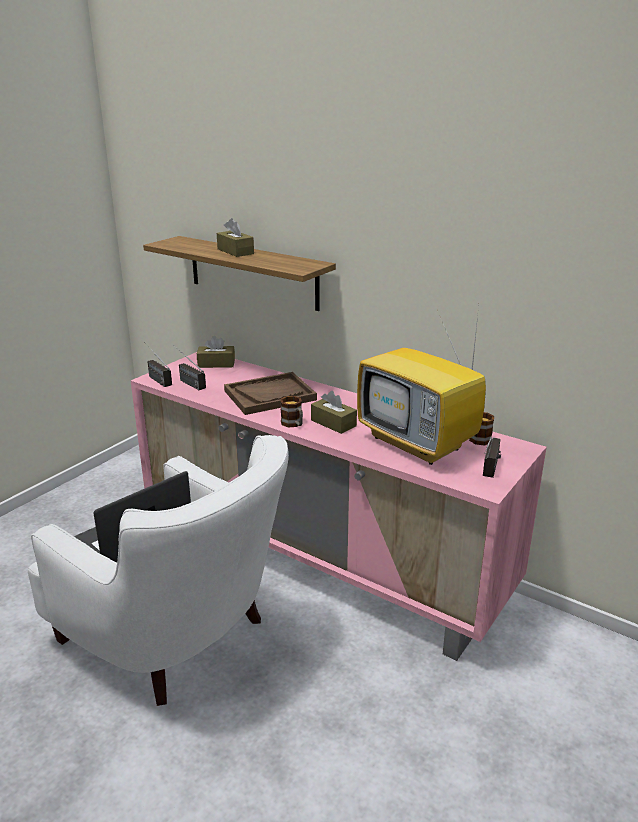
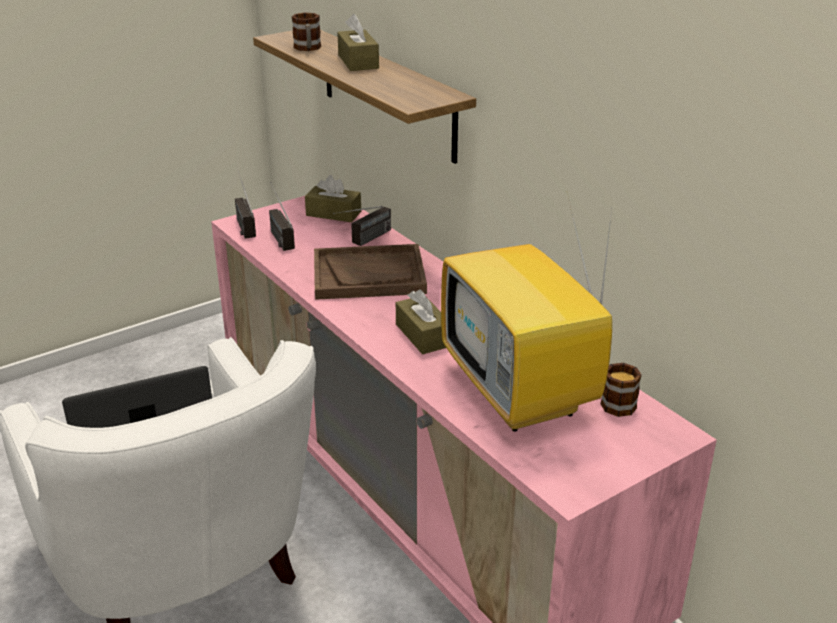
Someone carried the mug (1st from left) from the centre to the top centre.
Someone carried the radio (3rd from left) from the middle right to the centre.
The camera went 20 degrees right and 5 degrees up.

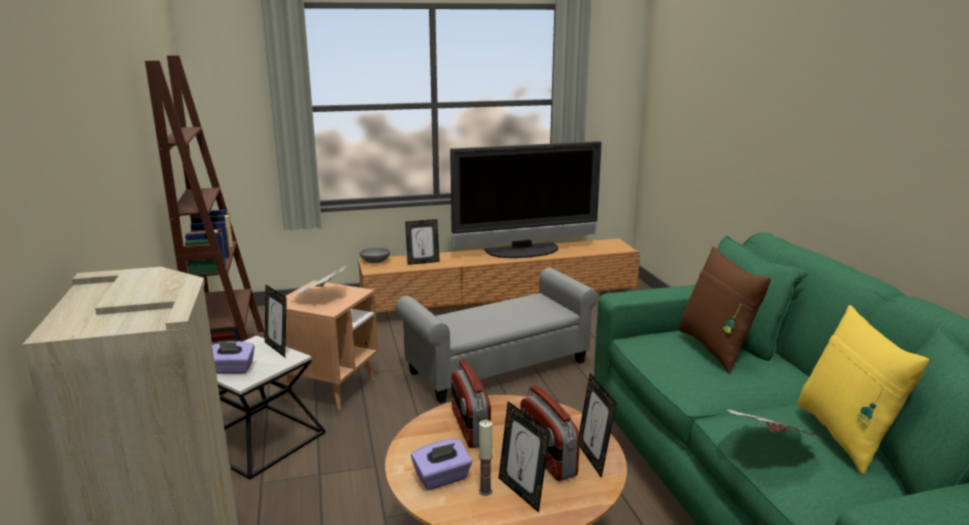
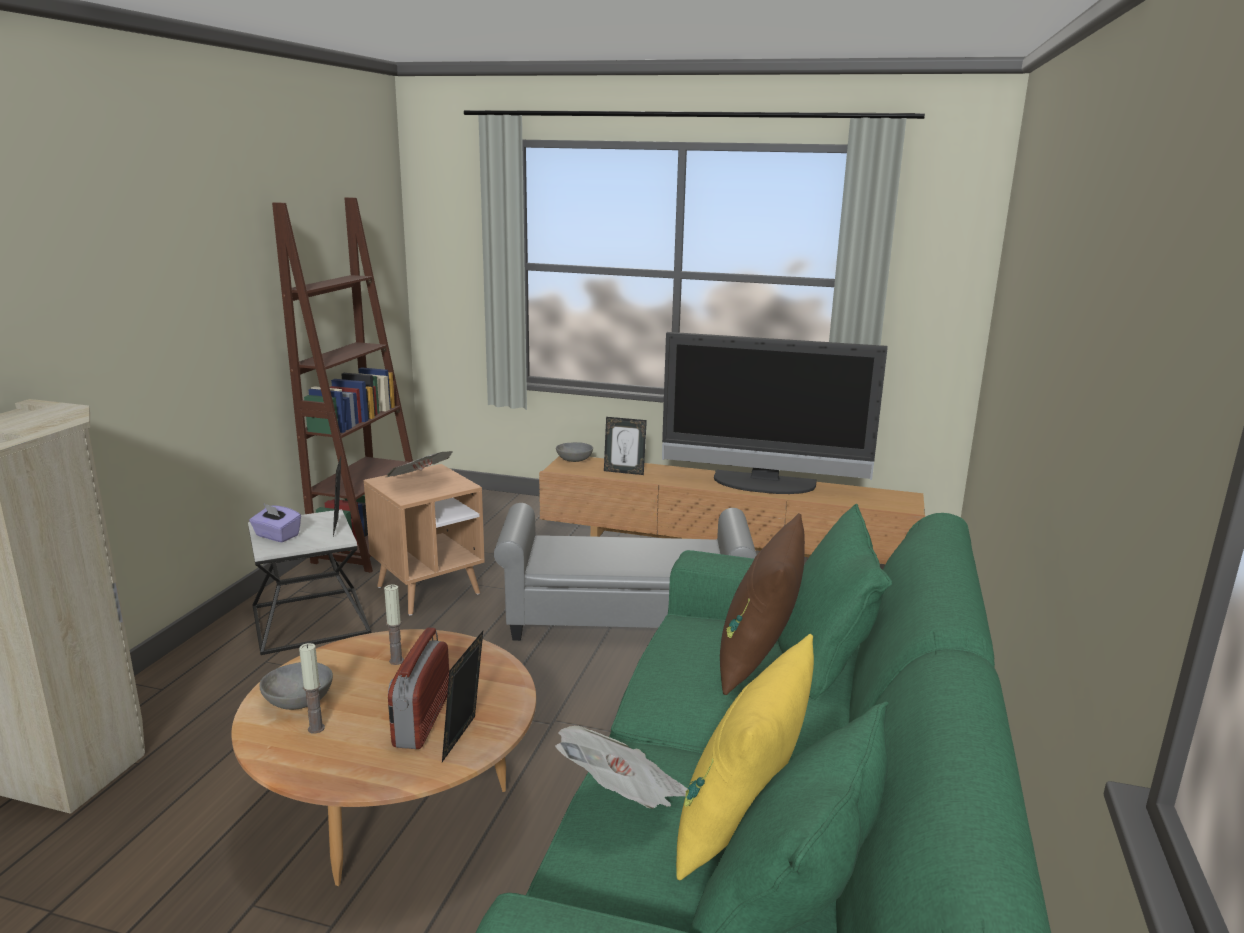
Someone swapped the tissue box in purple (2nd from left) at the bottom centre for the bowl in grey (1st from left) at the bottom left.
Someone swapped the radio (1st from left) at the bottom centre for the candle (2nd from left) at the bottom left.
Someone took away the picture frame (3rd from left) at the bottom centre.
The camera went 30 degrees right and 0 degrees up.

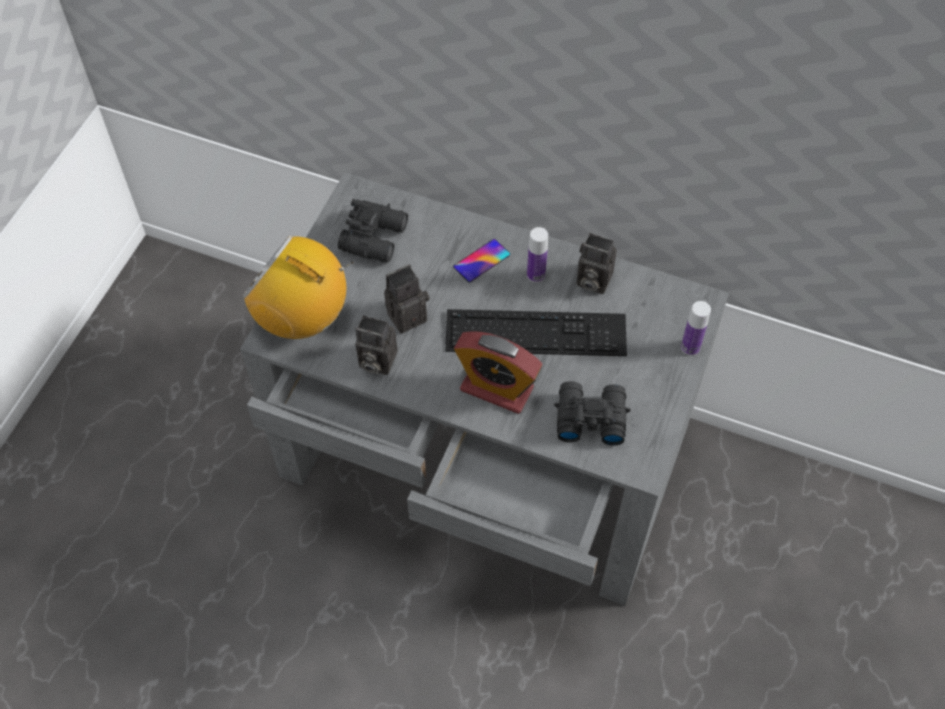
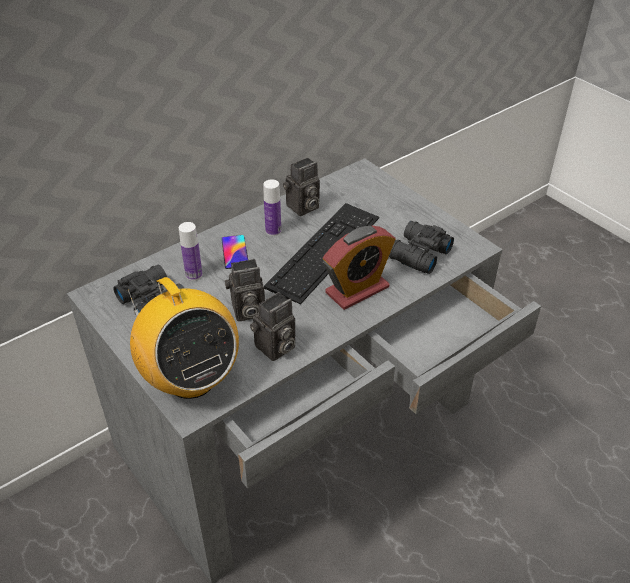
Someone rotated the radio at the middle left by 90 degrees counterclockwise.
Someone rotated the photo camera (2nd from left in the first image) at the centre by 105 degrees counterclockwise.
Someone carried the bottle (2nd from left in the first image) from the middle right to the middle left.
The camera went 60 degrees left and 15 degrees down.

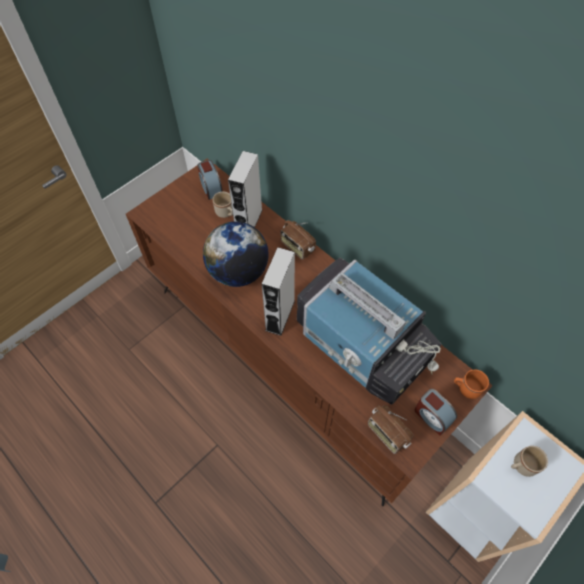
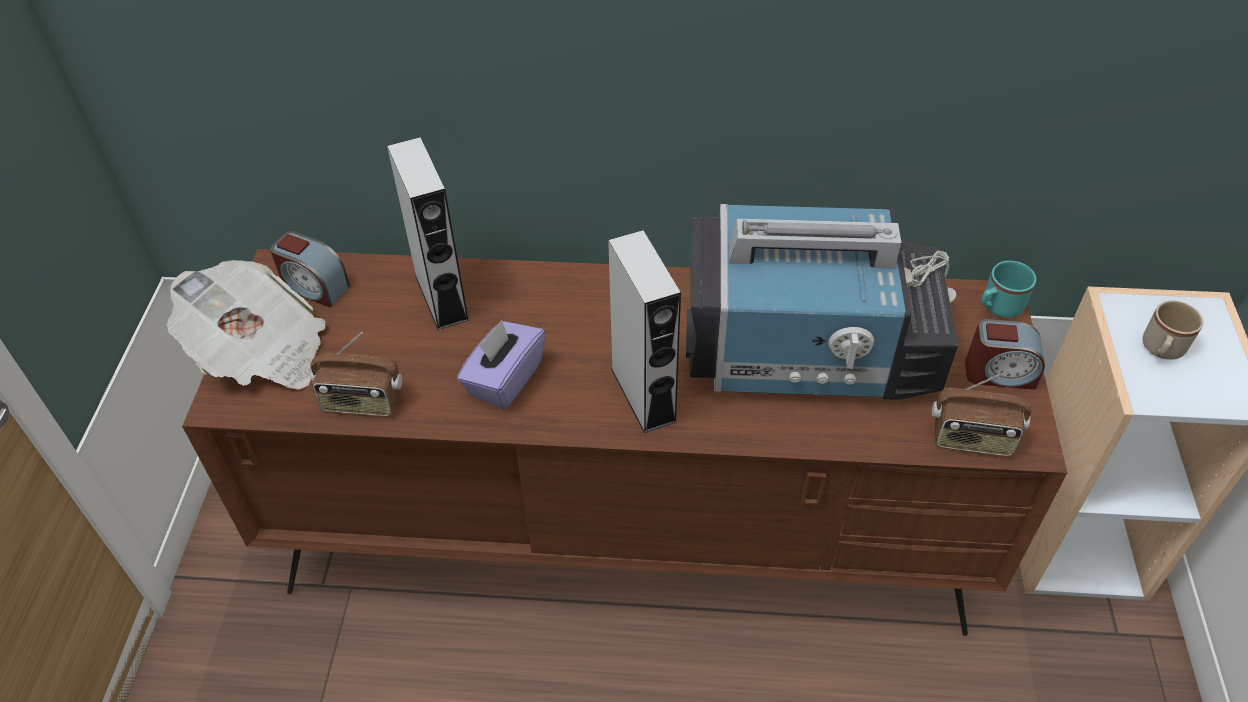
Someone swapped the globe at the centre for the tissue box in purple at the centre.
Someone took away the mug in beige (1st from left) at the centre.
Someone carried the radio (1st from left) from the centre to the middle left.
Someone repainted the mug in orange at the middle right, which became the mug in turquoise at the middle right.
Someone put down the newspaper at the middle left.
The camera went 40 degrees left and 10 degrees down.

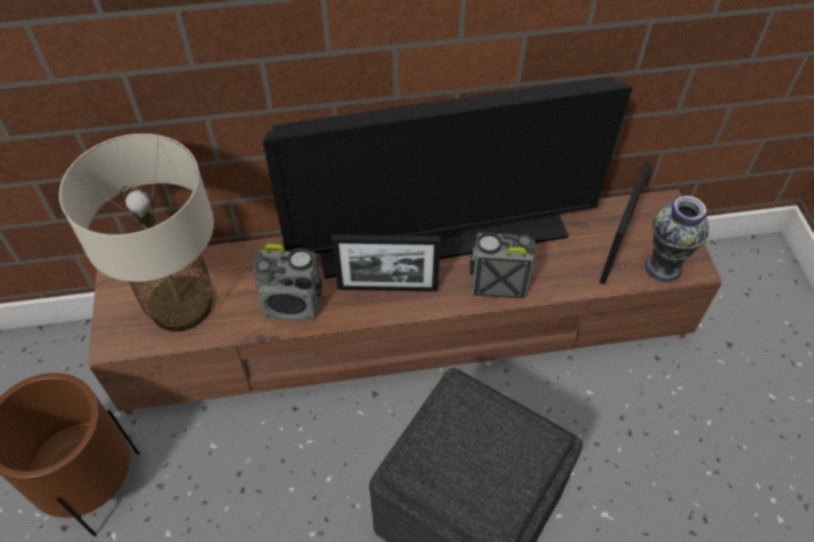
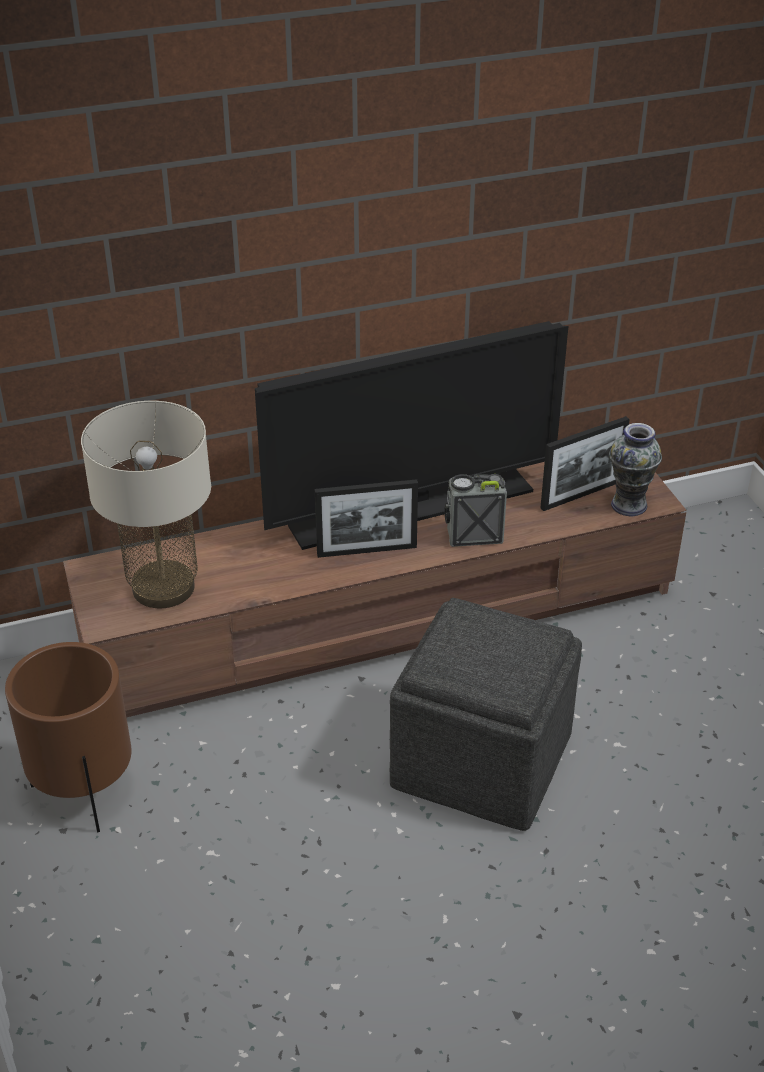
Someone took away the radio (1st from left) at the centre.
Someone rotated the picture frame (2nd from left) at the middle right by 45 degrees clockwise.
The camera went 10 degrees left and 15 degrees down.

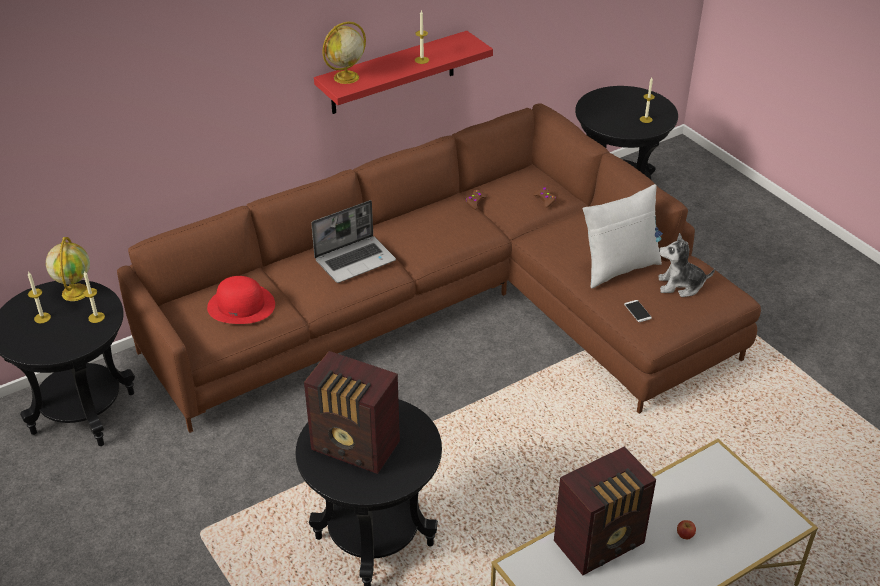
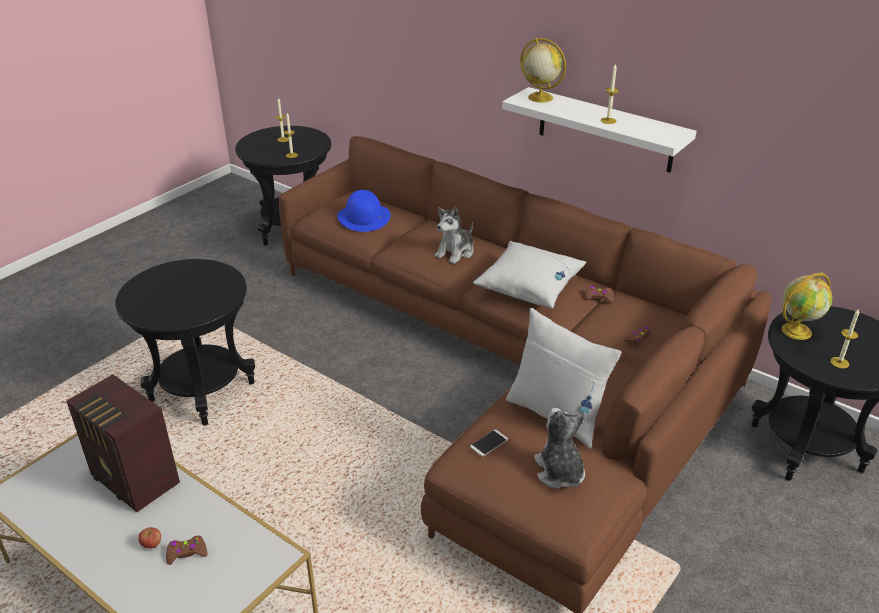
Someone carried the globe (1st from left in the first image) from the middle left to the middle right.
Someone repainted the hat in red at the middle left, which became the hat in blue at the centre.
Someone took away the radio (1st from left) at the bottom centre.
Someone swapped the laptop at the centre for the plush toy (1st from left) at the centre.
Someone repainted the shelf in red at the top centre, which became the shelf in white at the top right.
Someone put down the game controller in brown (1st from left) at the bottom left.
Someone put down the pillow in grey (1st from left) at the centre.
The camera went 70 degrees right and 5 degrees down.

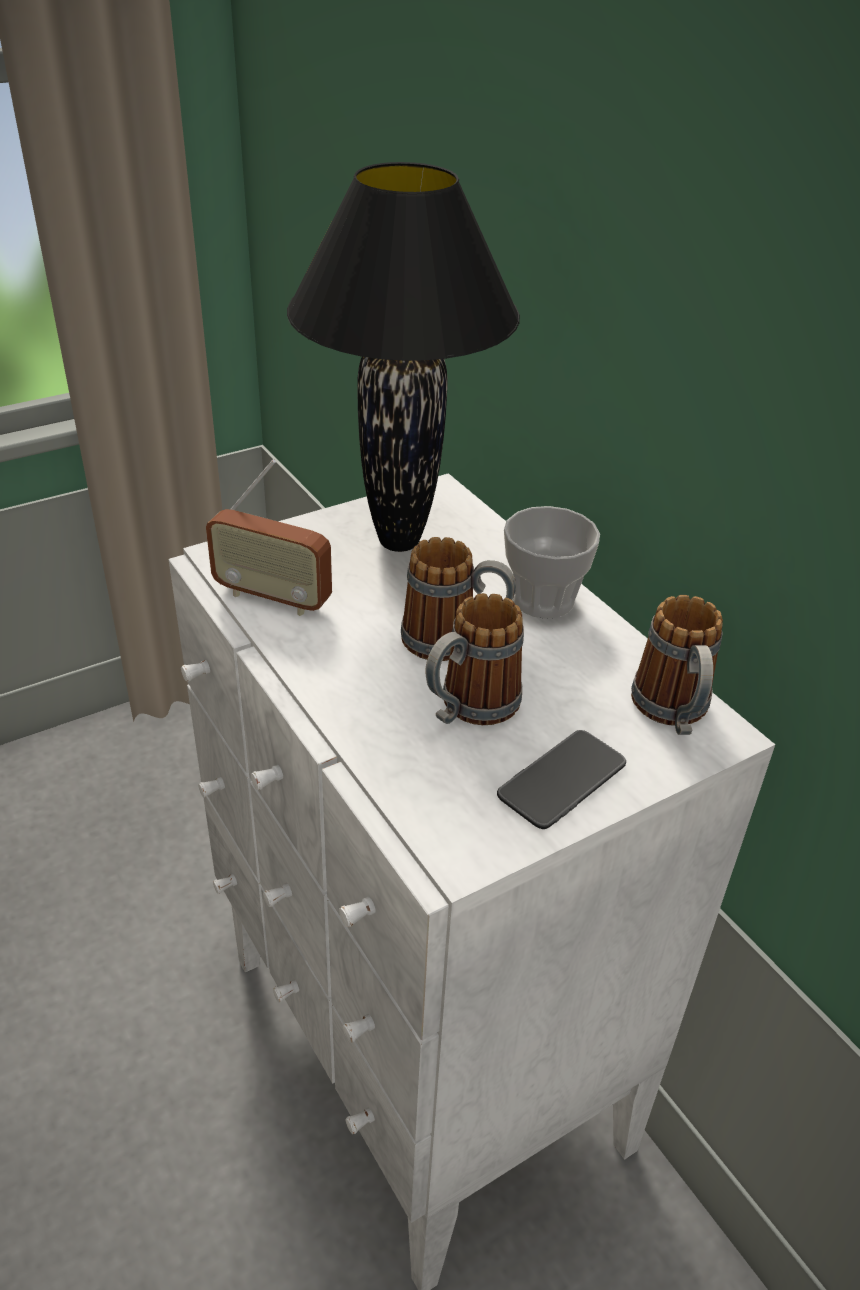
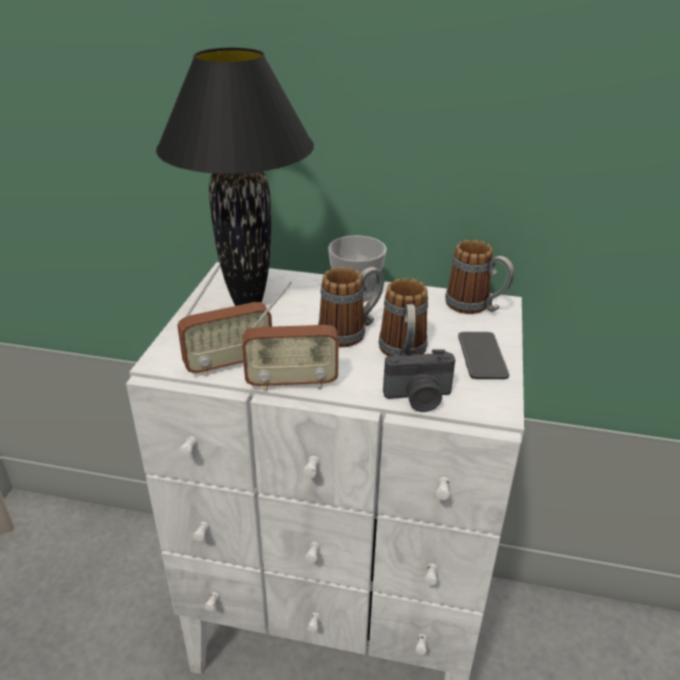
Someone put down the radio (2nd from left) at the centre.
Someone put down the photo camera at the centre.
The camera went 45 degrees left and 5 degrees down.

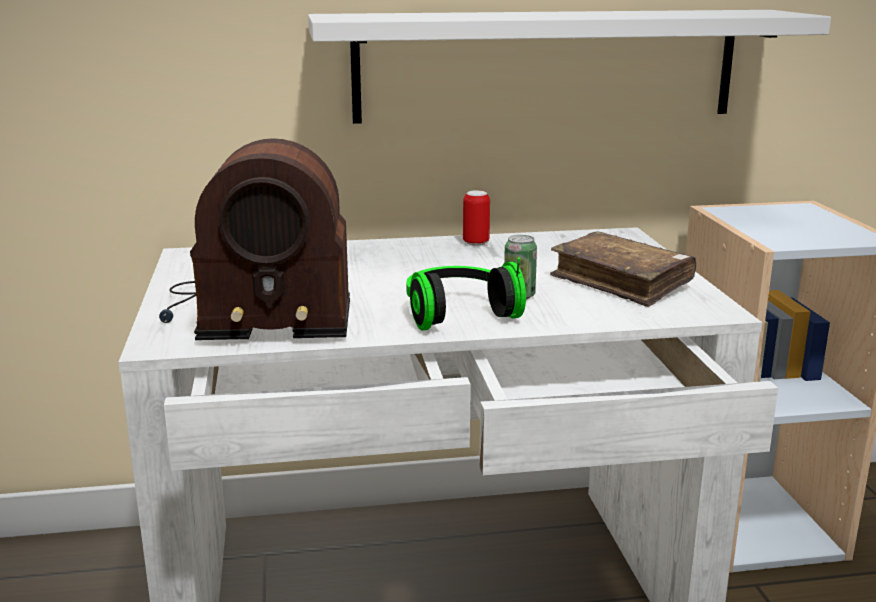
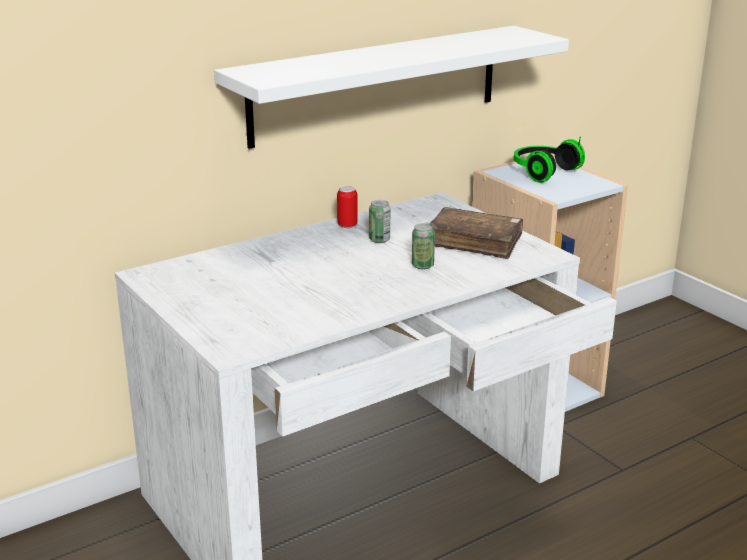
Someone took away the radio at the middle left.
Someone carried the headphones from the centre to the top right.
Someone put down the can (2nd from left) at the centre.
The camera went 25 degrees left and 5 degrees up.

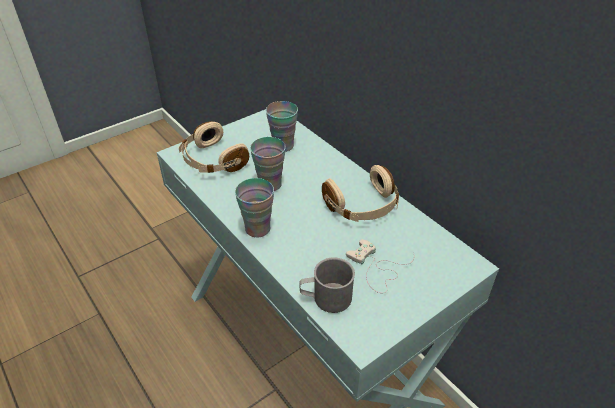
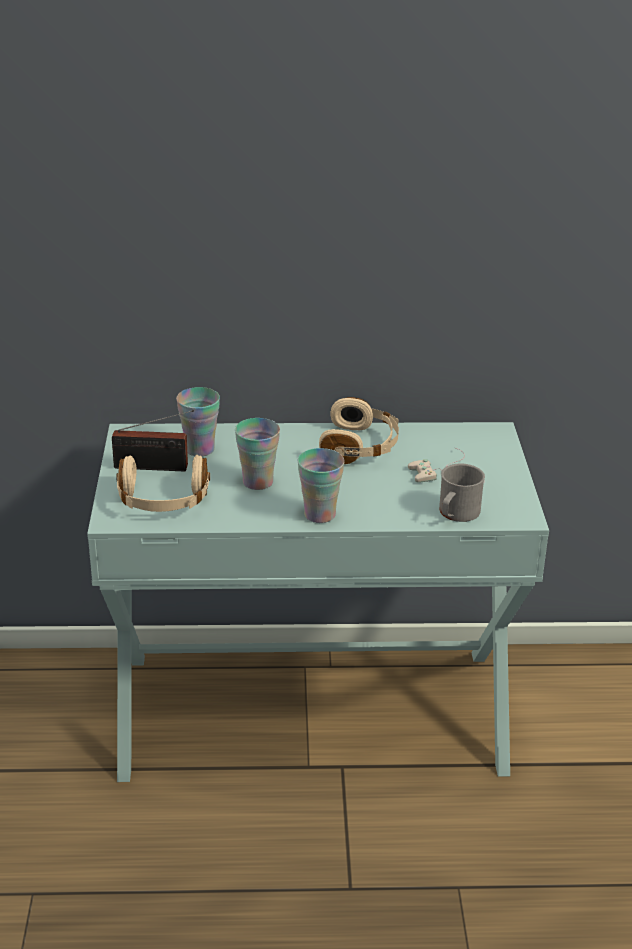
Someone put down the radio at the middle left.
The camera went 55 degrees left and 10 degrees down.

